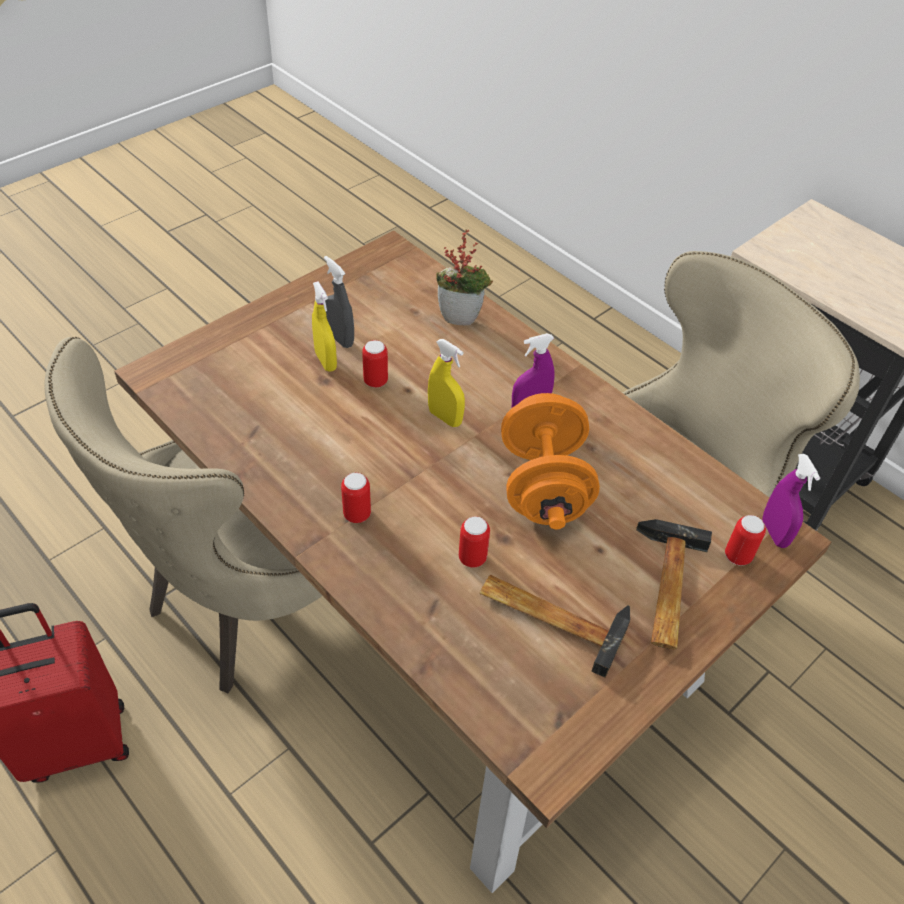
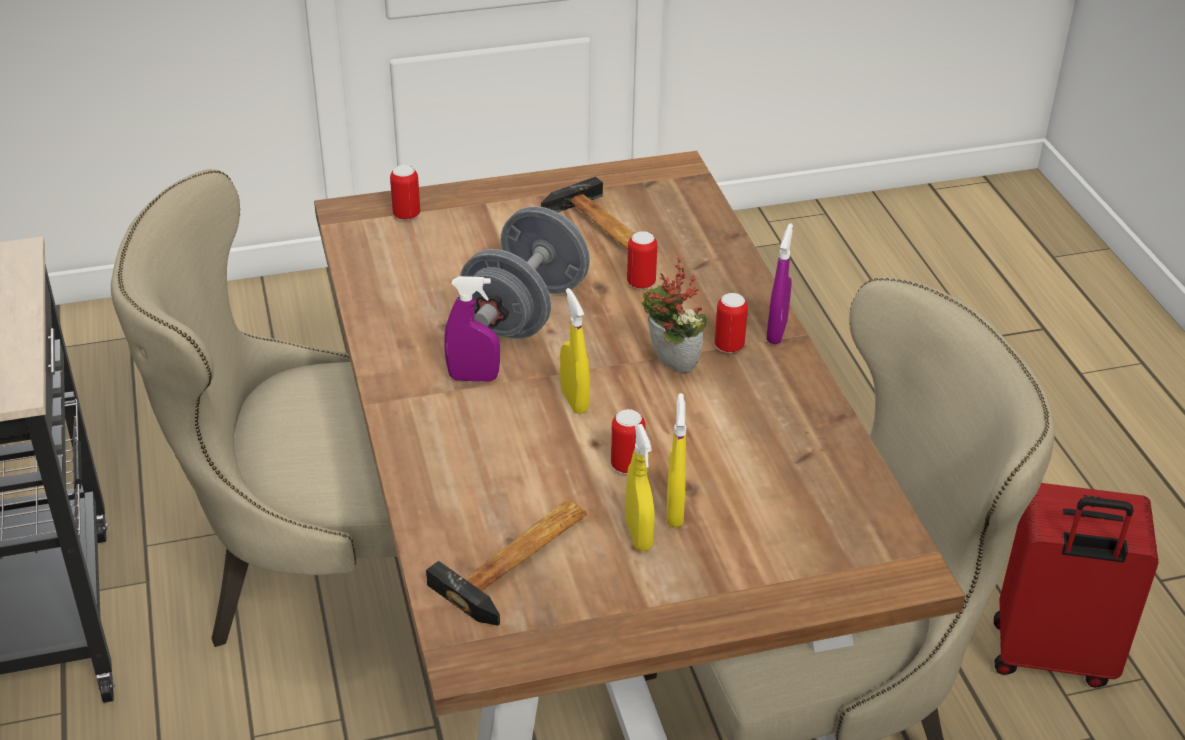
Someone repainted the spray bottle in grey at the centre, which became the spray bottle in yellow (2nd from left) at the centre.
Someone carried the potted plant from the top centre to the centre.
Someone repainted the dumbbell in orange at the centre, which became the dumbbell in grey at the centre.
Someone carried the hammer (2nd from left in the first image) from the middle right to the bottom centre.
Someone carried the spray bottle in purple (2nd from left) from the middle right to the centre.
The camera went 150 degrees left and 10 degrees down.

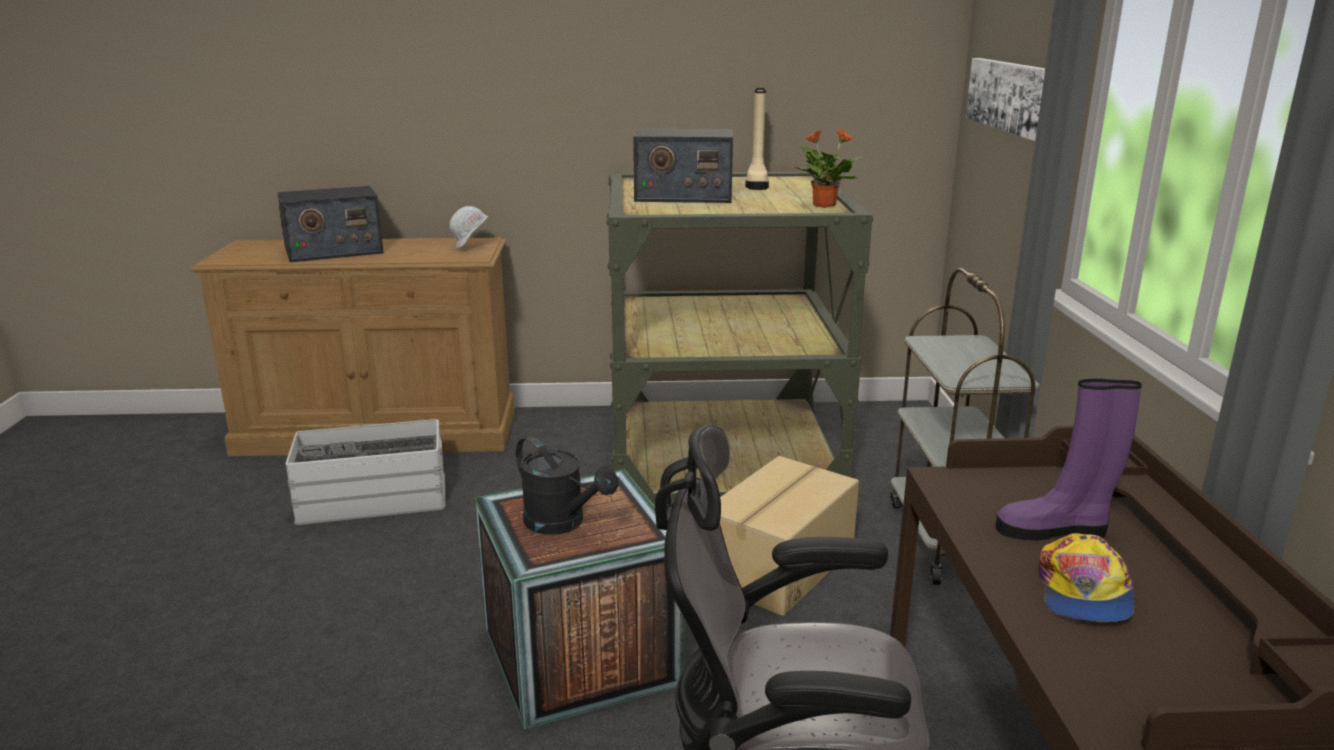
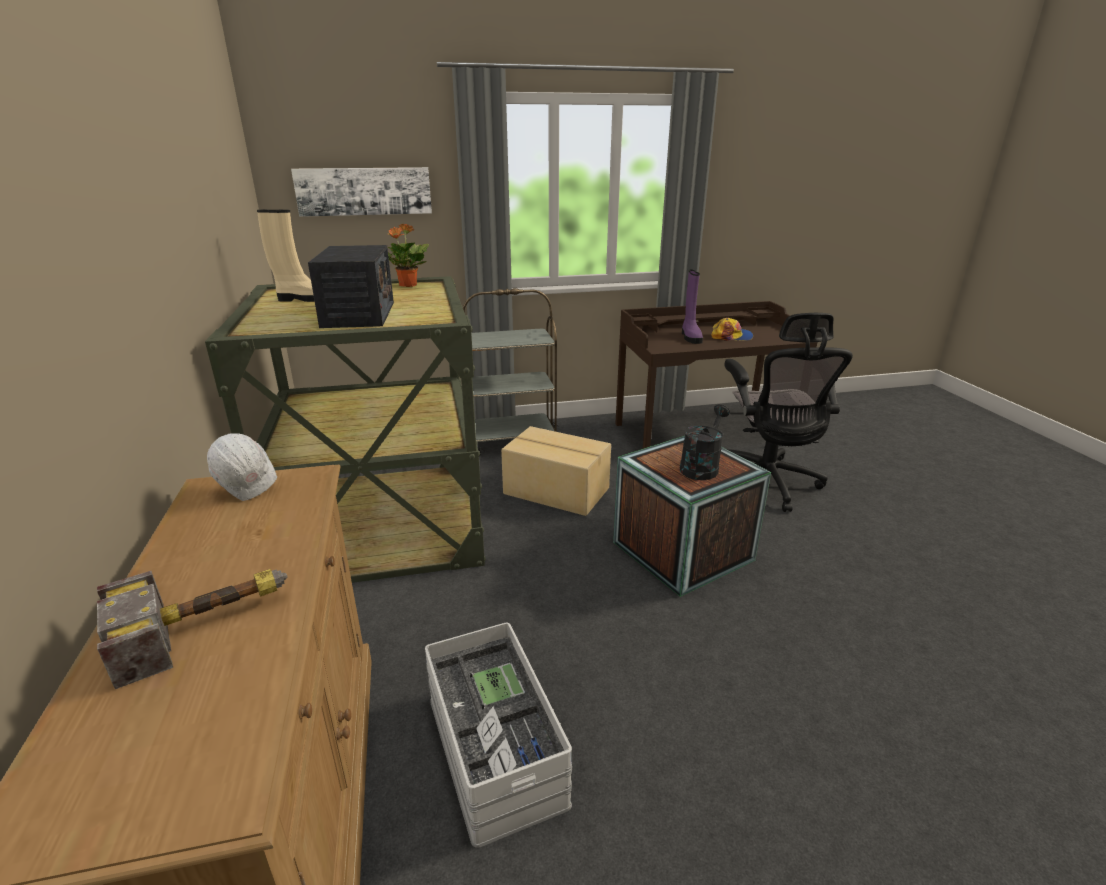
Someone swapped the radio (1st from left) at the top left for the hammer at the bottom left.
The camera went 100 degrees left and 5 degrees up.

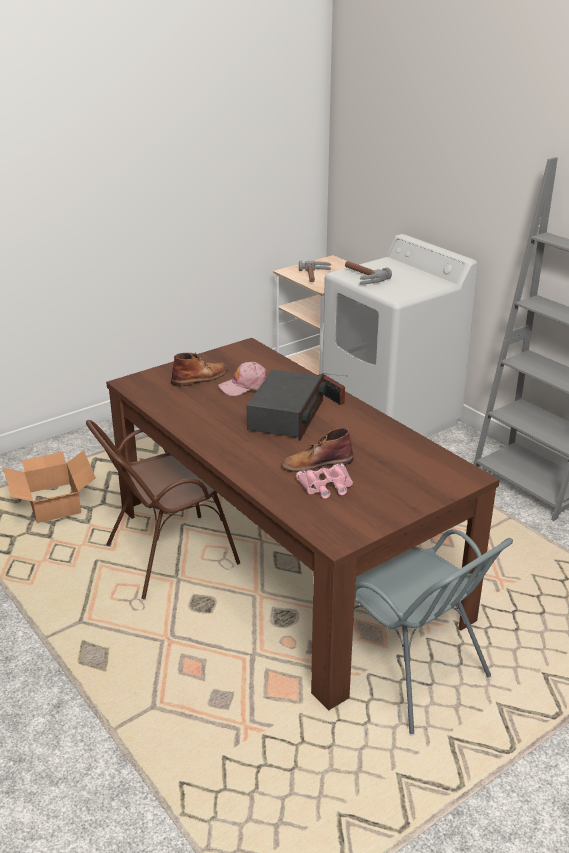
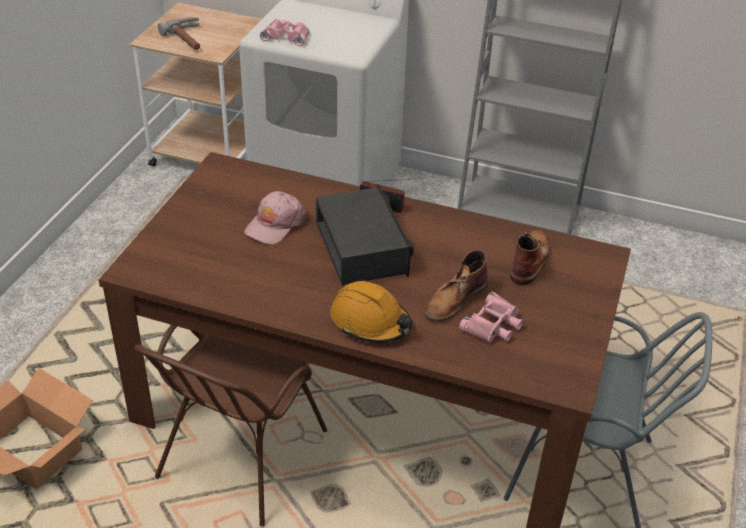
Someone carried the boot in brown (1st from left in the first image) from the centre to the middle right.
Someone swapped the hammer (2nd from left) at the top centre for the binoculars in pink (1st from left) at the top centre.
Someone put down the hard hat in orange at the centre.
The camera went 35 degrees left and 10 degrees up.

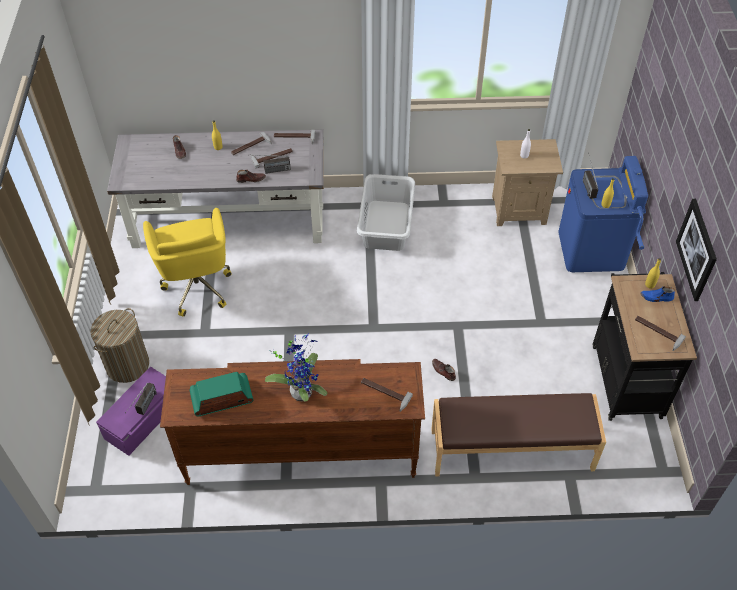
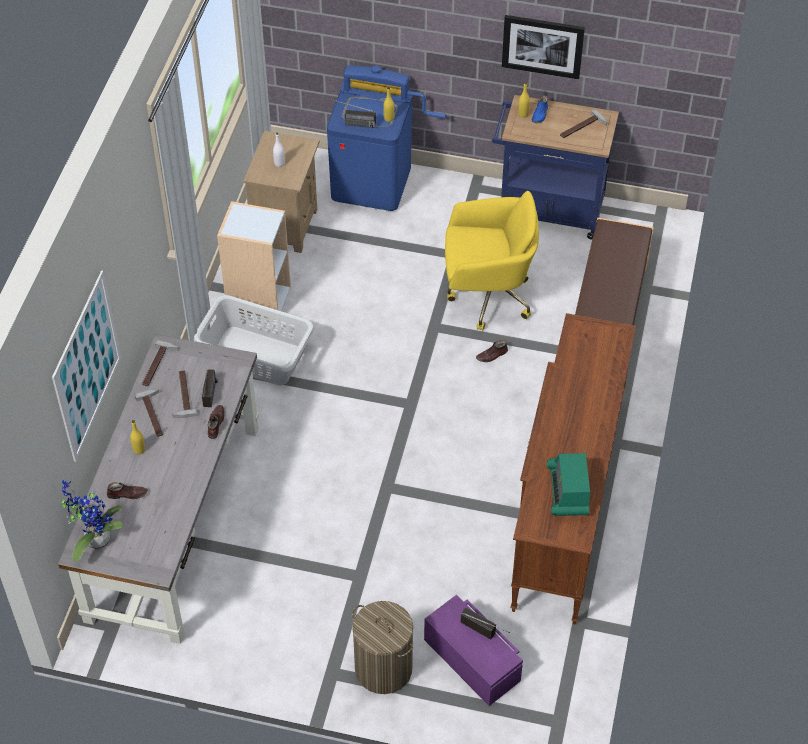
Someone carried the office chair in yellow from the middle left to the centre.
Someone carried the potted plant from the centre to the bottom left.
Someone took away the hammer (4th from left) at the bottom centre.
Someone repainted the cart in black at the middle right, which became the cart in blue at the top right.
Someone put up the picture (1st from left) at the middle left.
Someone put down the bookcase at the middle left.
The camera went 75 degrees left and 0 degrees up.

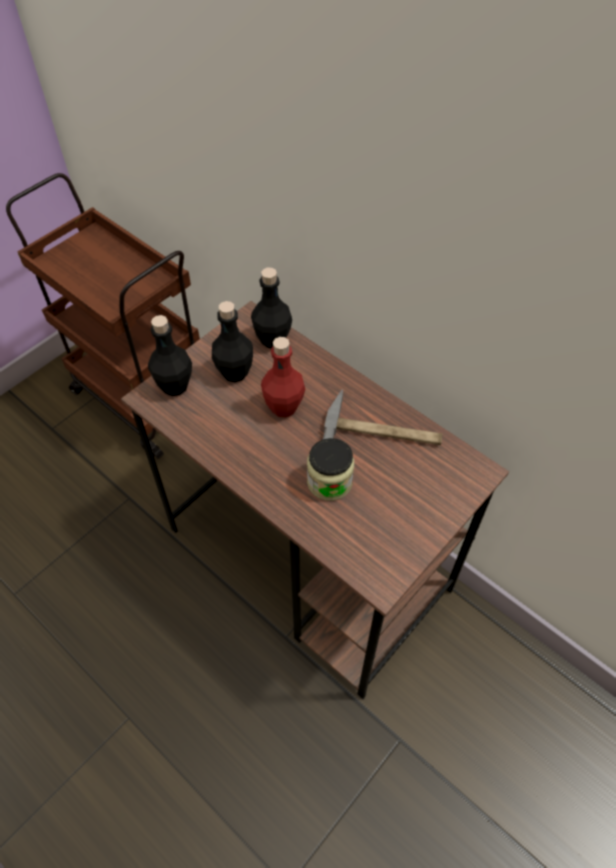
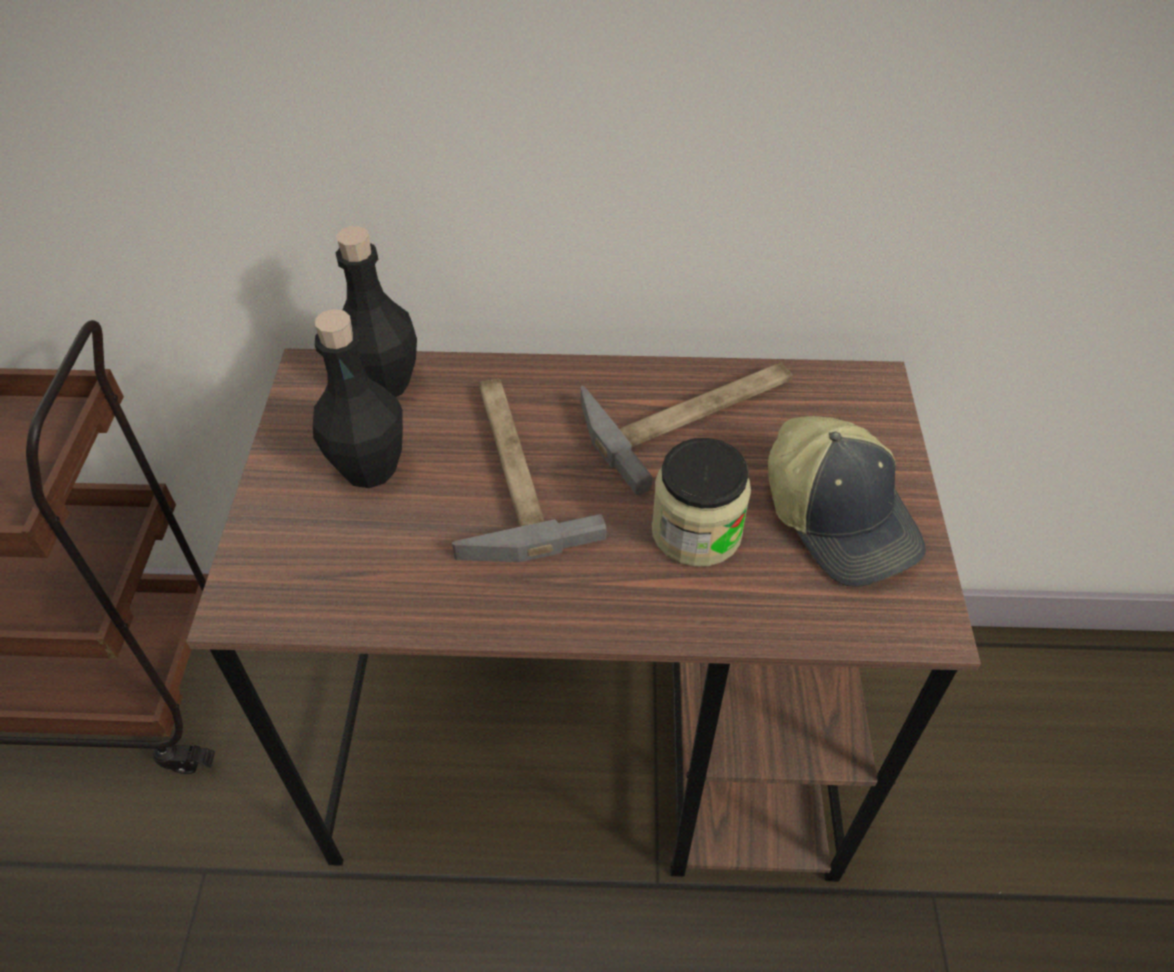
Someone took away the bottle in black (1st from left) at the middle left.
Someone swapped the bottle in red at the centre for the hammer (1st from left) at the centre.
Someone put down the cap at the middle right.
The camera went 40 degrees left and 5 degrees down.

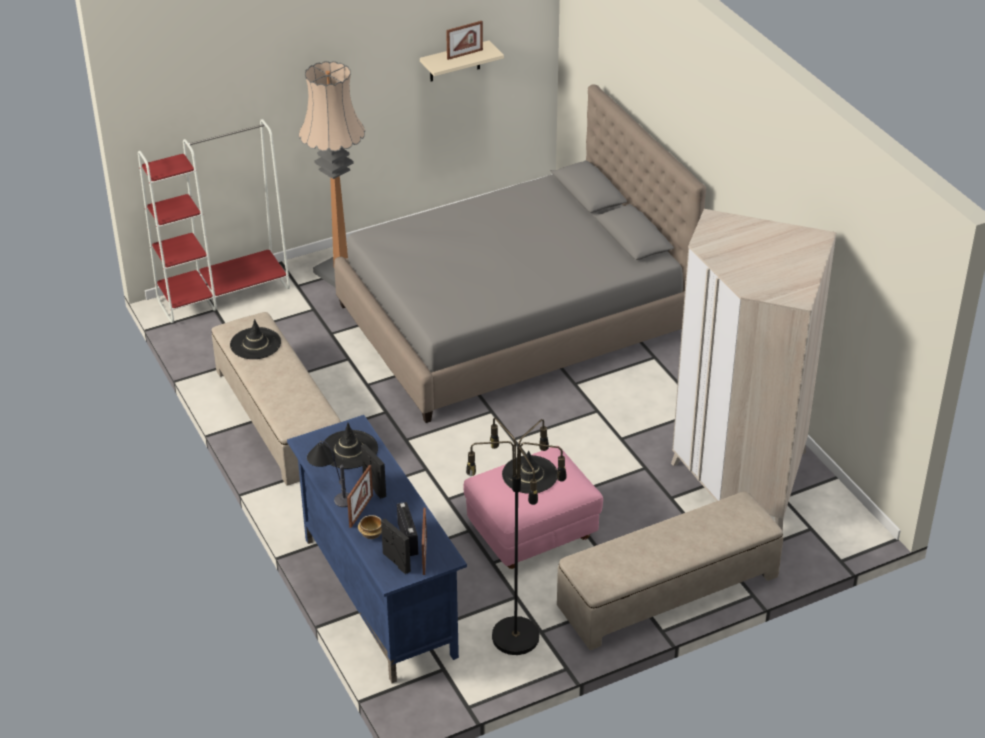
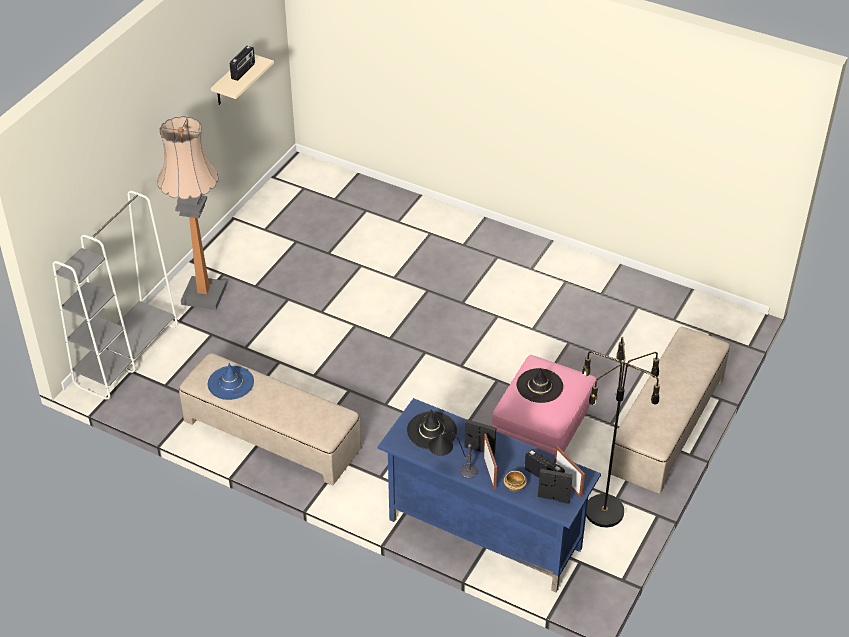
Someone repainted the clothes rack in red at the top left, which became the clothes rack in grey at the middle left.
Someone repainted the hat in black (1st from left) at the middle left, which became the hat in blue at the middle left.
Someone took away the bed in grey at the centre.
Someone swapped the picture frame (5th from left) at the top centre for the radio (1st from left) at the top left.
Someone took away the wardrobe in beige at the middle right.
The camera went 35 degrees left and 5 degrees up.

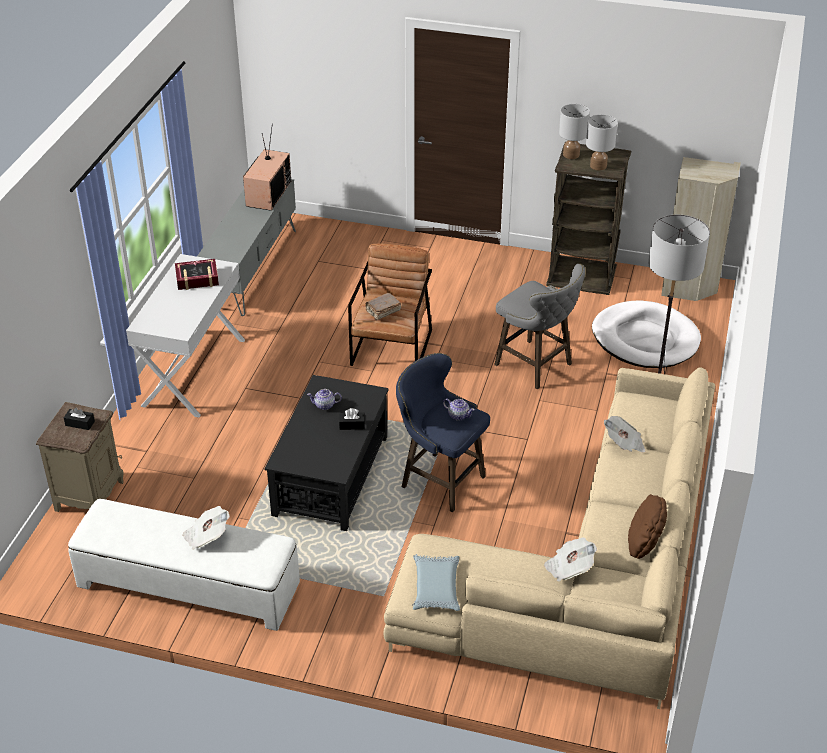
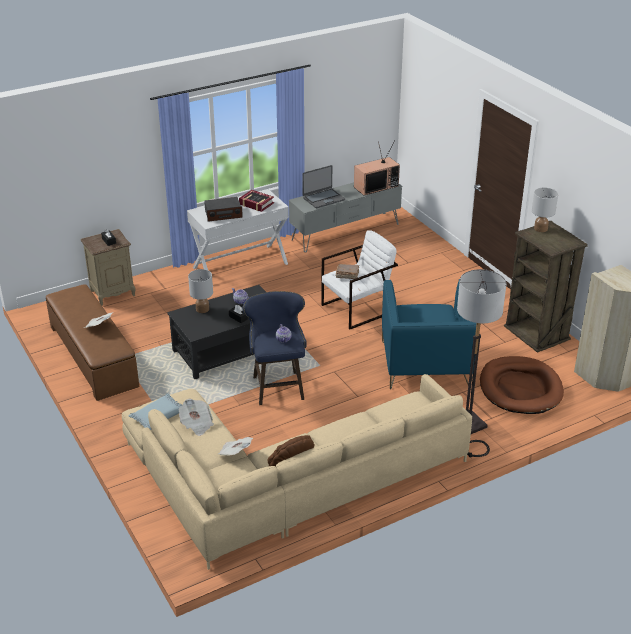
Someone repainted the bench in white at the bottom left, which became the bench in brown at the middle left.
Someone repainted the armchair in brown at the centre, which became the armchair in white at the centre.
Someone swapped the stool in grey at the centre for the armchair in blue at the middle right.
Someone carried the table lamp in grey (2nd from left in the first image) from the top right to the middle left.
Someone repainted the dog bed in white at the middle right, which became the dog bed in brown at the middle right.
Someone carried the newspaper (3rd from left in the first image) from the middle right to the middle left.
Someone put down the radio at the top centre.
Someone put down the laptop at the top centre.
The camera went 45 degrees right and 5 degrees down.

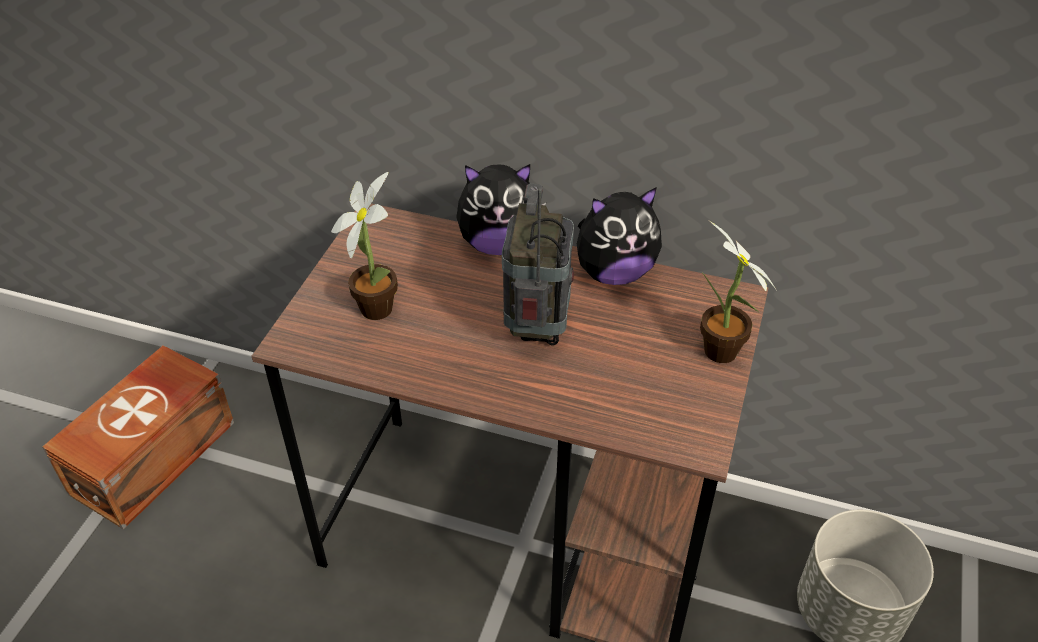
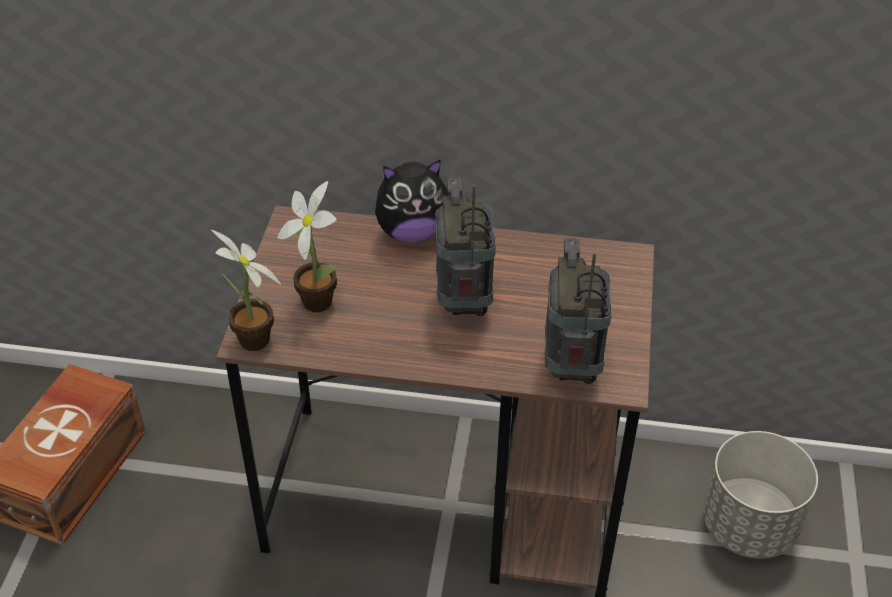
Someone took away the plush toy (2nd from left) at the centre.
Someone carried the potted plant (2nd from left in the first image) from the middle right to the middle left.
Someone put down the radio (2nd from left) at the centre.
The camera went 10 degrees left and 0 degrees up.

